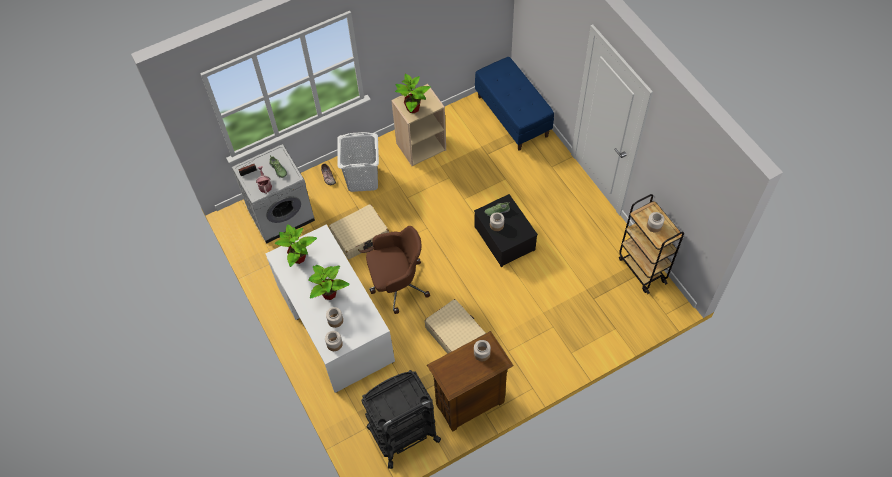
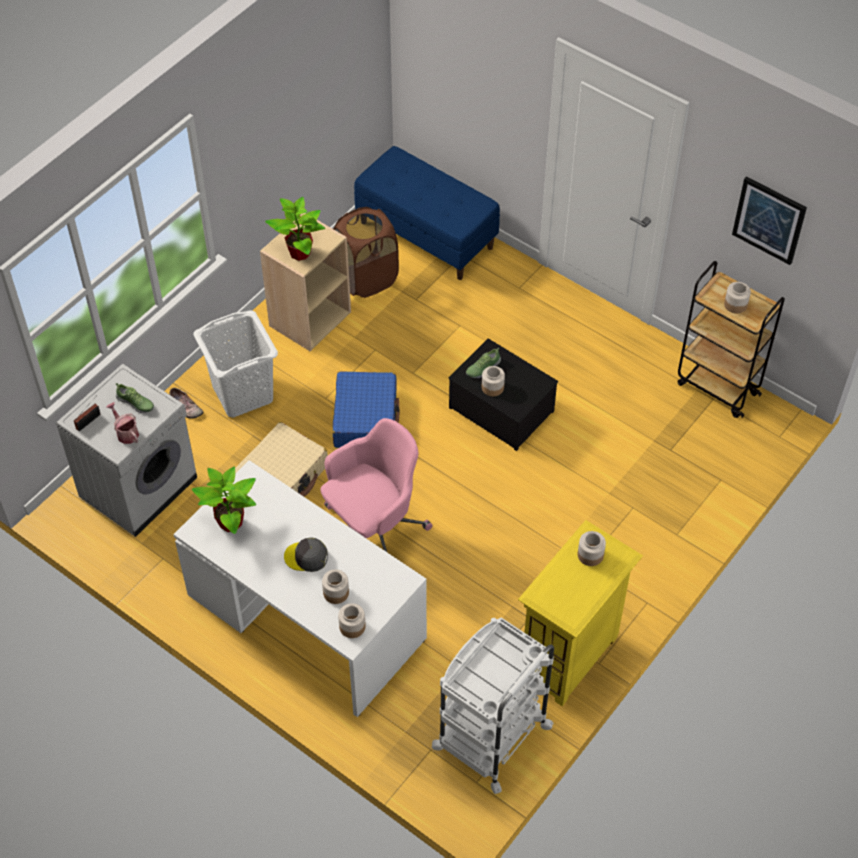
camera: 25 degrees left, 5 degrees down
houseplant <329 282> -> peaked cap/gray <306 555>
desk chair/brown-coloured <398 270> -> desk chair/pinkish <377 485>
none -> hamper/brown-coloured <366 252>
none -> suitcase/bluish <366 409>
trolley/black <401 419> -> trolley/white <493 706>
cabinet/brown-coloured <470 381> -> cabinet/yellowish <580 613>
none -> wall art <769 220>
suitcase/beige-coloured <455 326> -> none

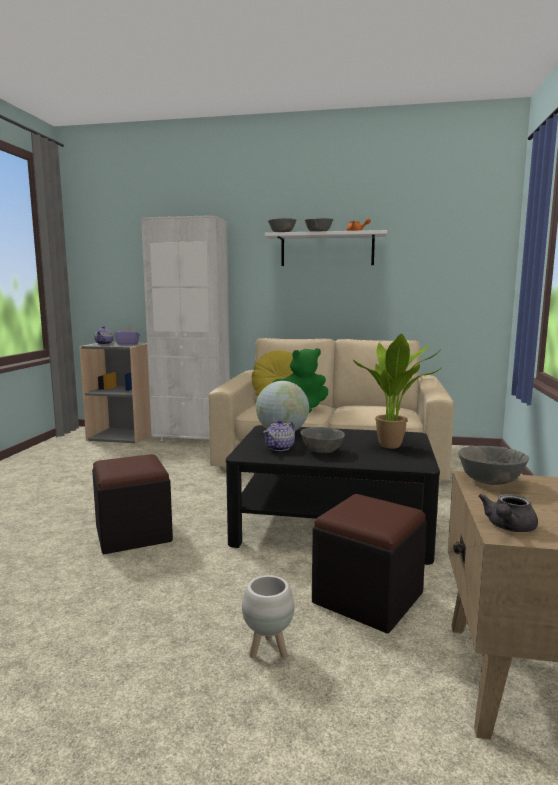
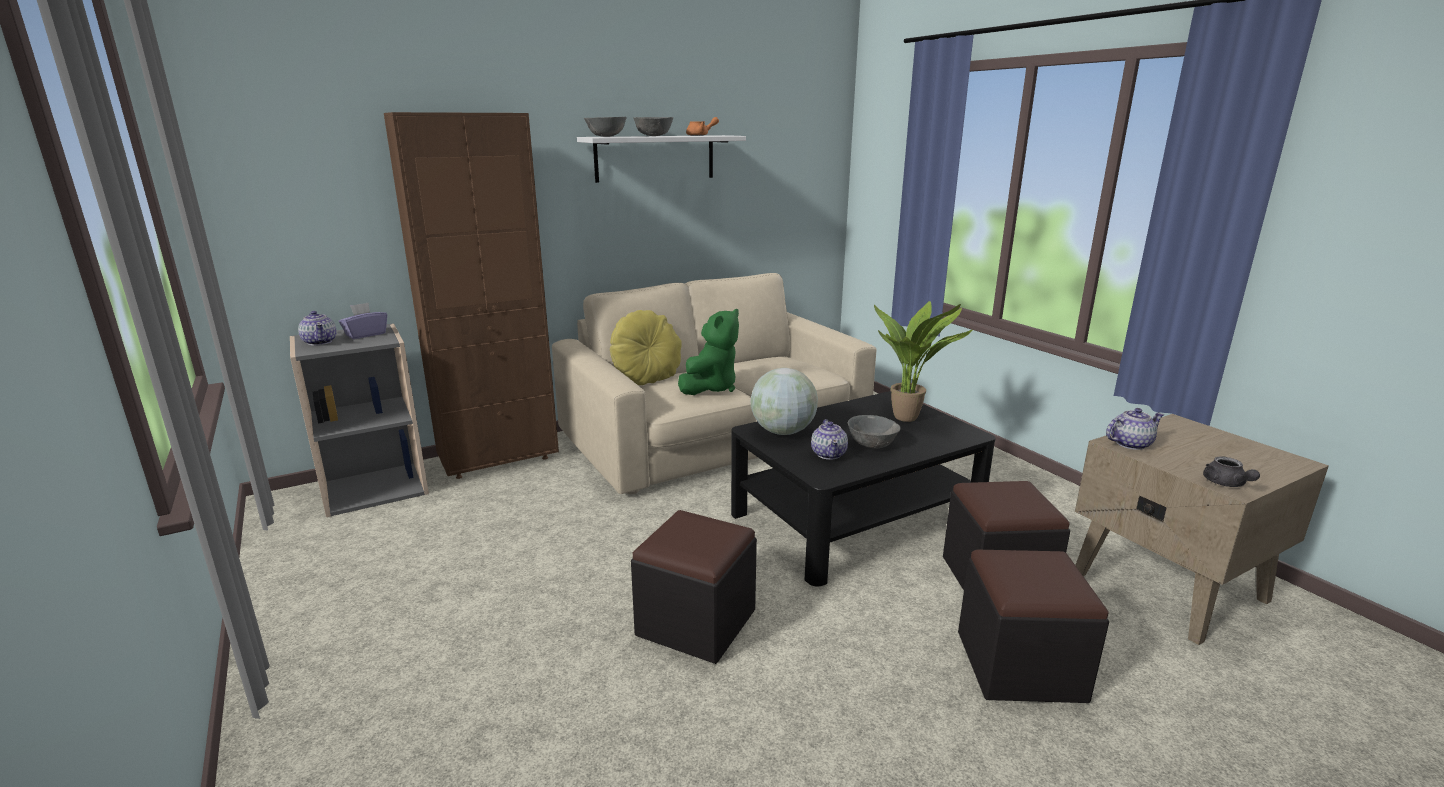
camera: 40 degrees left, 10 degrees up
cabinet/white <185 328> -> cabinet/brown-coloured <471 295>
plant pot/white <268 616> -> ottoman/black <1033 626>
bowl/gray <493 465> -> tea pot <1135 429>

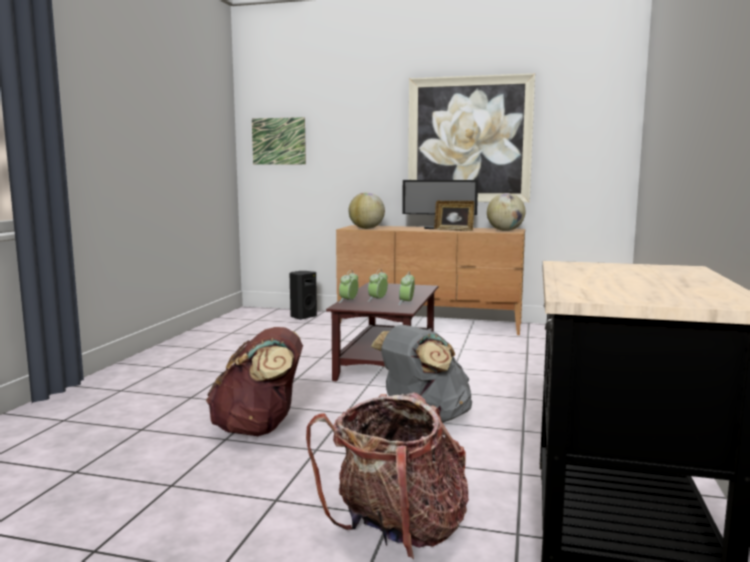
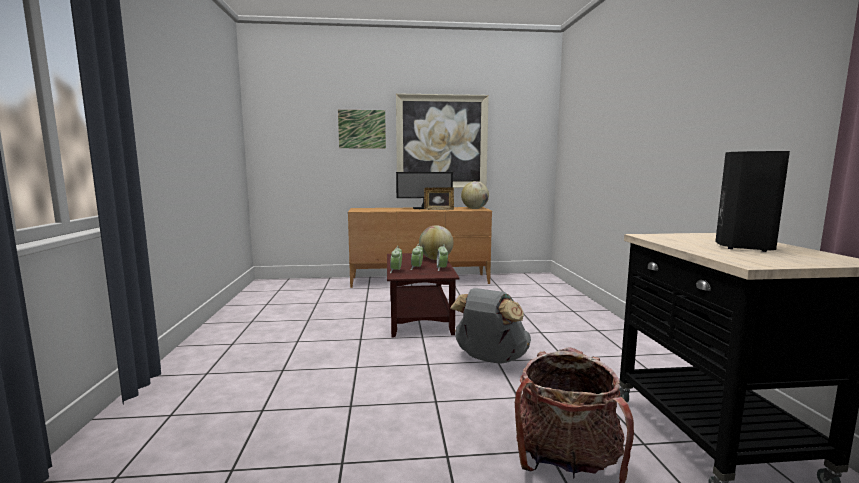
camera: 20 degrees left, 0 degrees up
wall art <279 141> -> wall art <362 129>, relocated
world globe <367 210> -> world globe <436 242>, relocated
loudspeaker/black <303 295> -> loudspeaker/black <752 201>, relocated
rucksack/brown-coloured <254 381> -> none

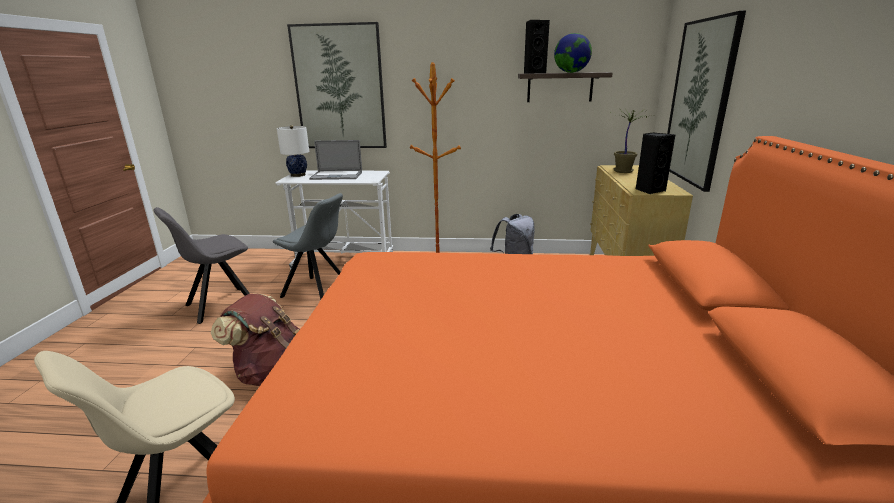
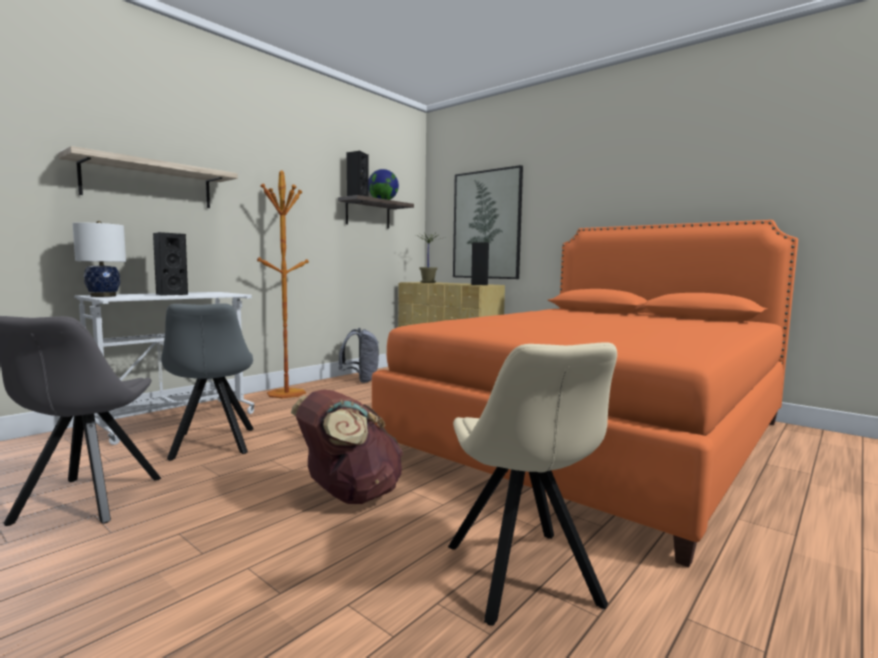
camera: 55 degrees left, 15 degrees down
wall art <337 85> -> shelf <148 177>
notebook computer <335 160> -> loudspeaker/black <170 264>
plain chair/gray <308 246> -> plain chair/gray <207 382>, 105 degrees clockwise

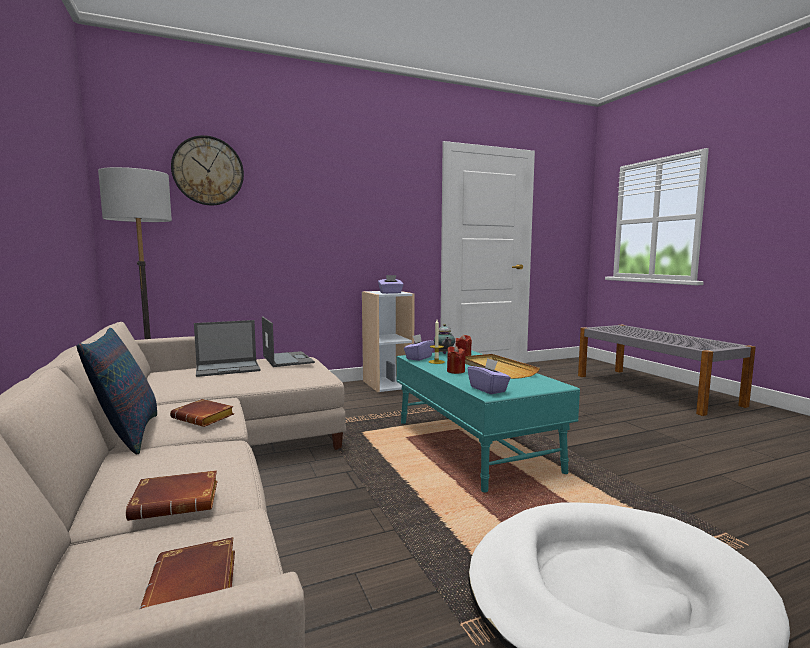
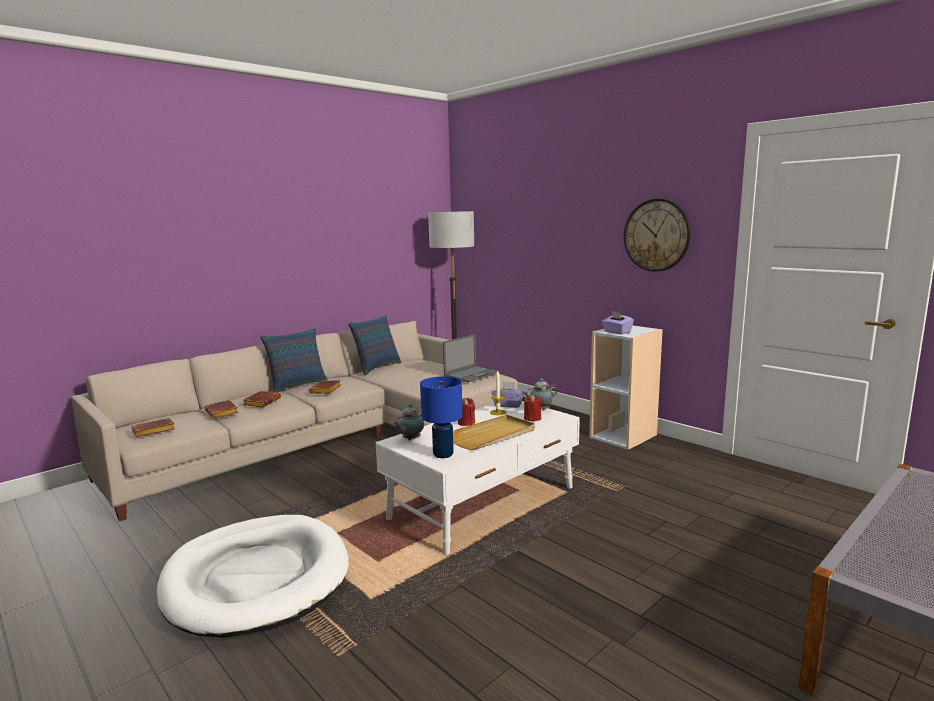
camera: 70 degrees right, 5 degrees up
none -> bound book/brown-coloured <262 399>
none -> throw pillow/bluish <374 345>
low table/turquoise-coloured <488 421> -> low table/white <477 478>
box of tissues/purple-coloured <489 376> -> tea pot <408 422>
none -> table lamp/bluish <441 417>
hanging clock <207 170> -> hanging clock <657 235>, relocated
notebook computer <227 348> -> none

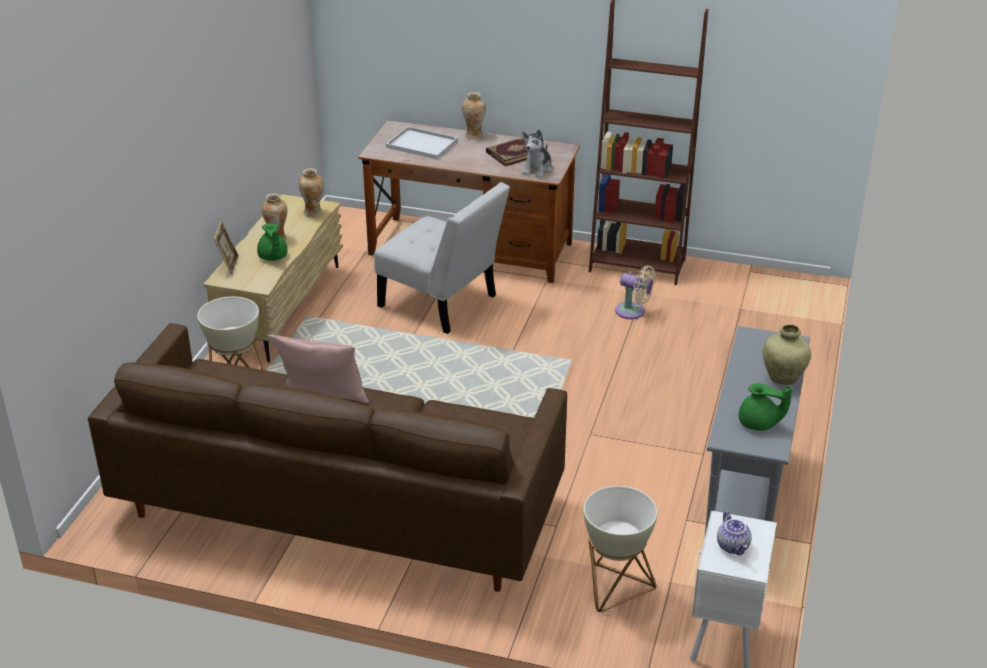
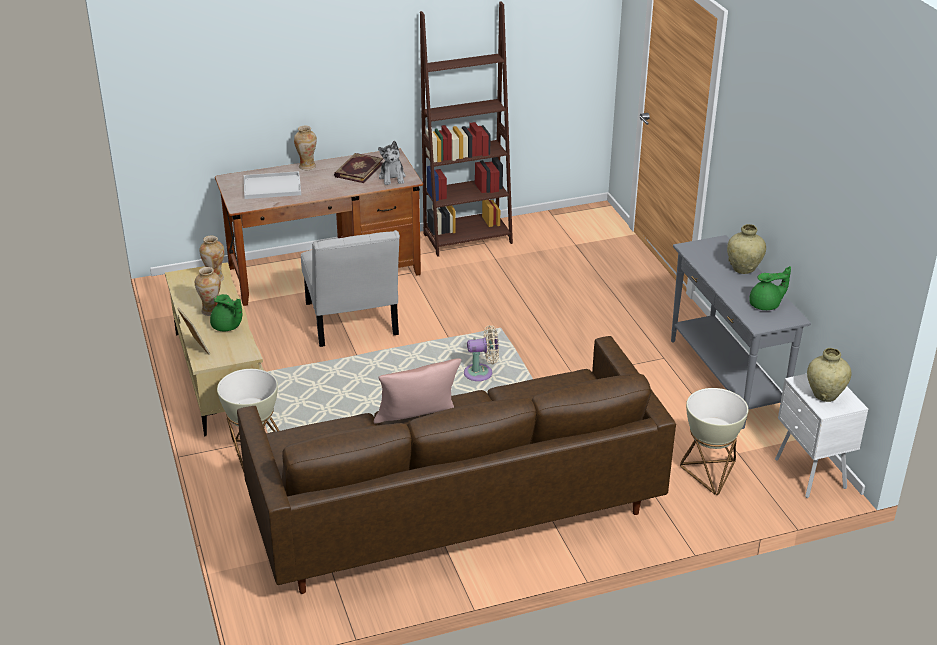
camera: 35 degrees left, 0 degrees up
plain chair/white <442 258> -> plain chair/white <350 288>, 75 degrees clockwise
electric fan/beige-coloured <635 292> -> electric fan/beige-coloured <481 353>, relocated
tea pot <734 533> -> decorative vase/beige-coloured <829 375>

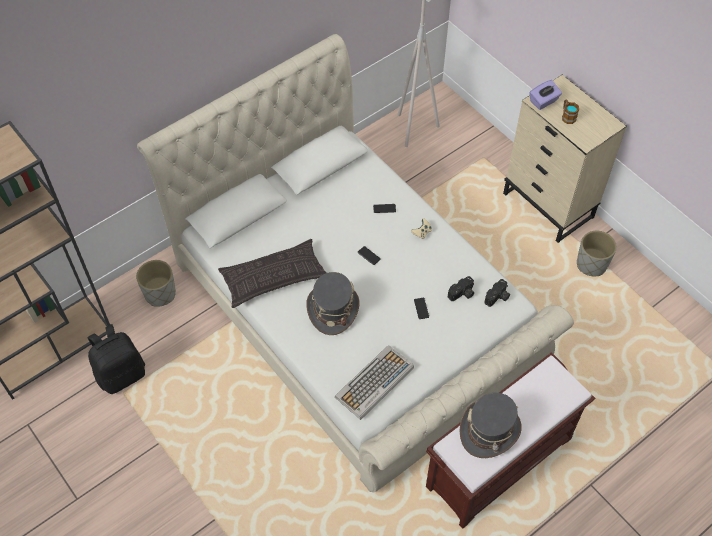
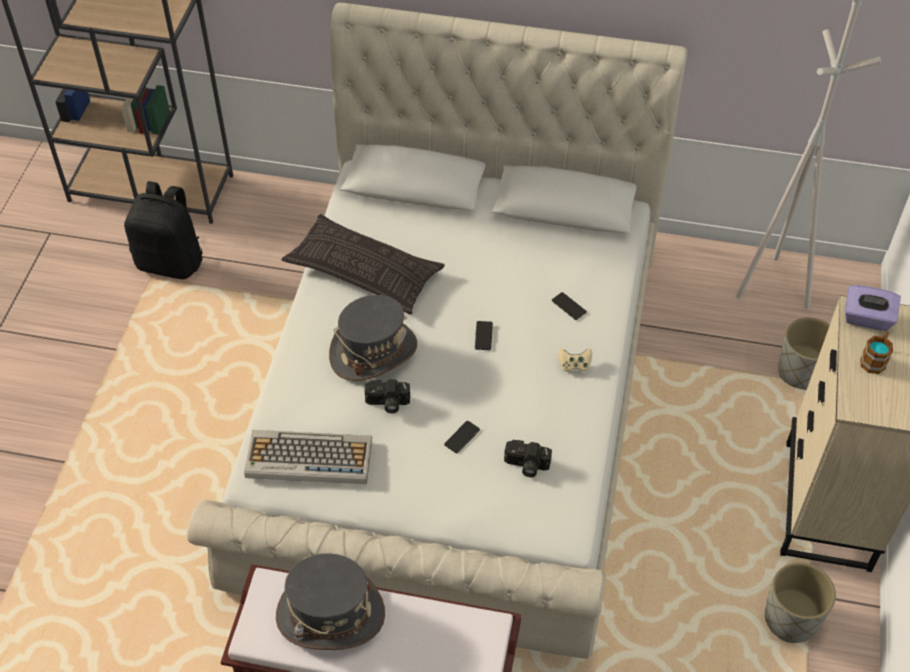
camera: 50 degrees right, 5 degrees down
photo camera <497 293> -> photo camera <387 396>, relocated
plant pot/gray <156 283> -> plant pot/gray <804 353>, relocated

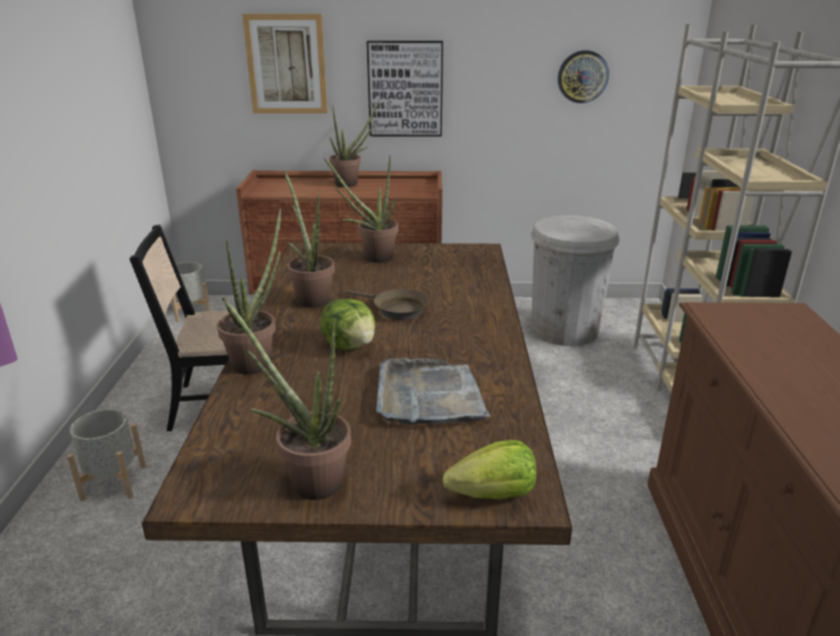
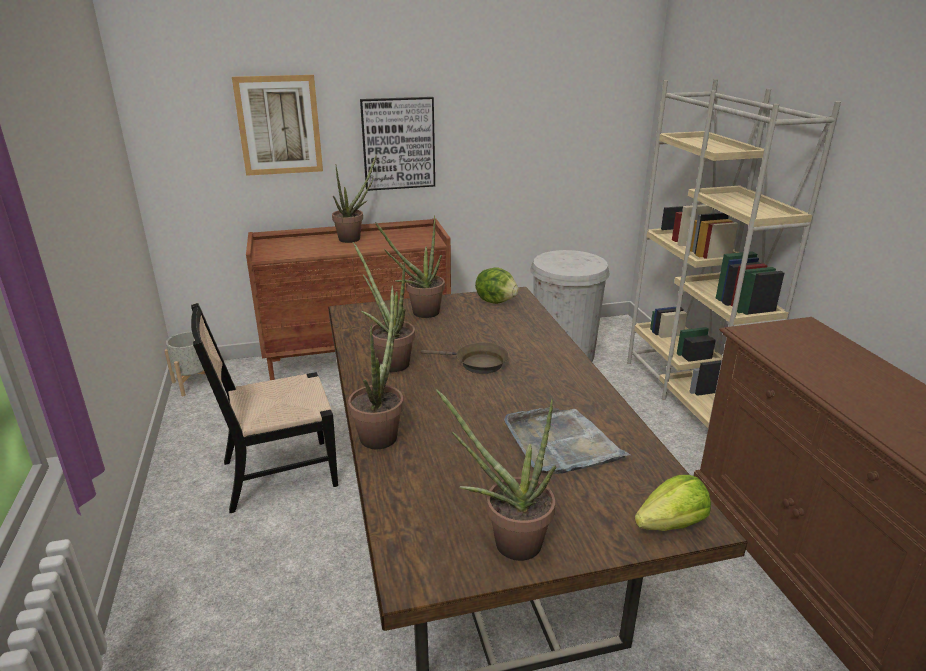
camera: 15 degrees left, 0 degrees up
lettuce head <347 324> -> lettuce head <497 286>, relocated
plant pot/gray <106 455> -> none
hanging clock <583 76> -> none

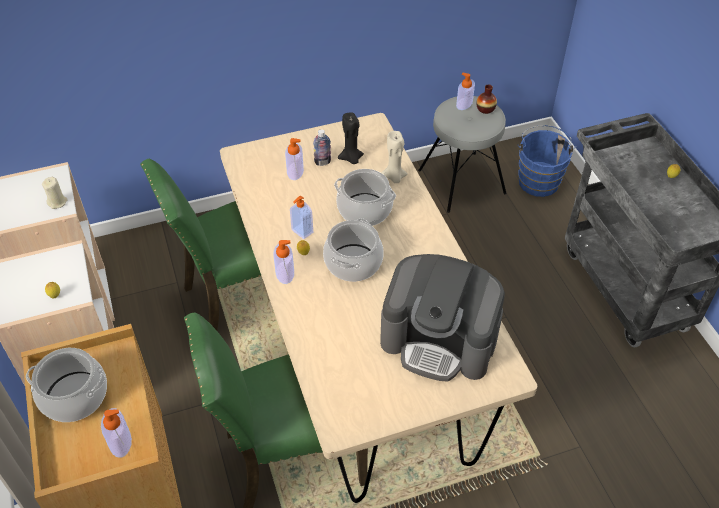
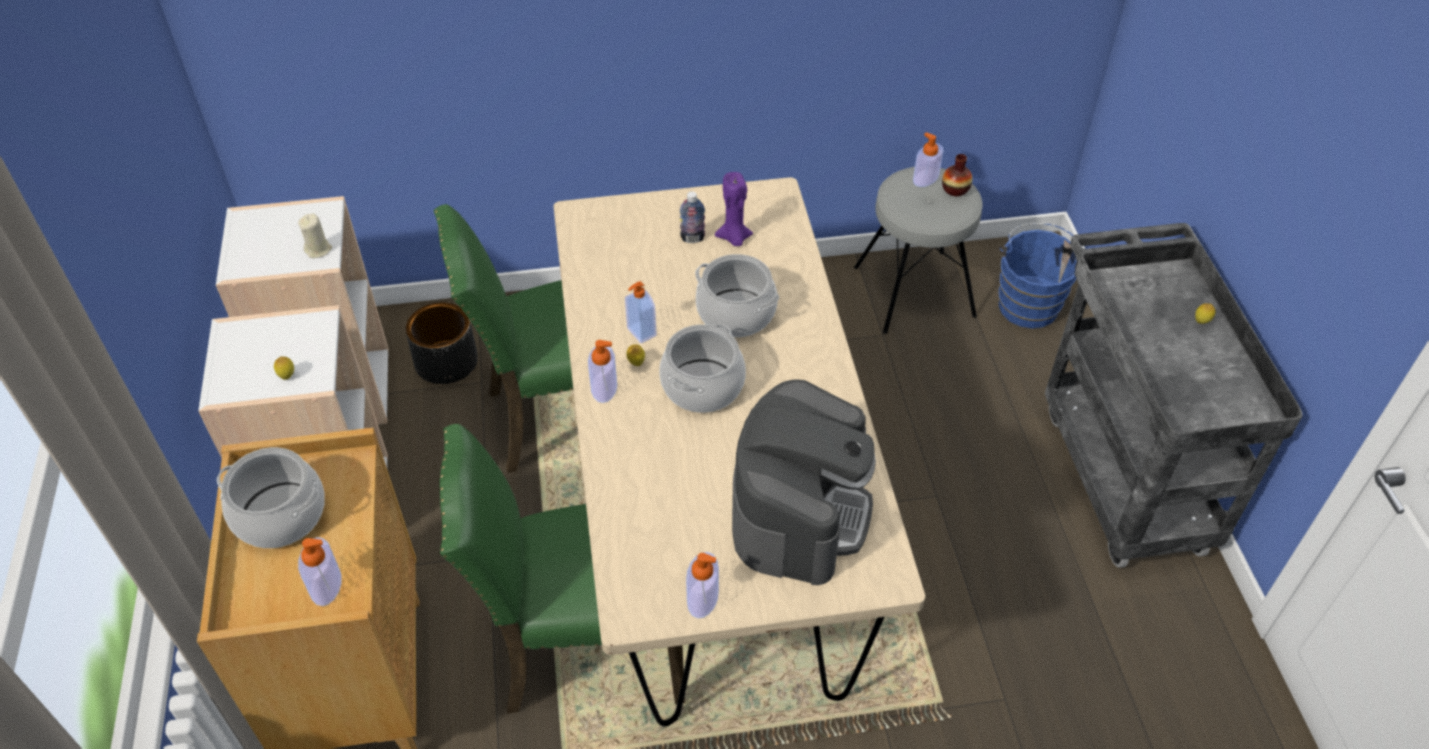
camera: 10 degrees right, 0 degrees up
none -> plant pot/black <441 343>
soap dispenser <294 159> -> soap dispenser <702 585>, relocated
wax candle/black <351 138> -> wax candle/purple-coloured <734 209>
coffee machine <442 318> -> coffee machine <804 482>, 105 degrees counterclockwise
wax candle/beige-coloured <394 157> -> none

